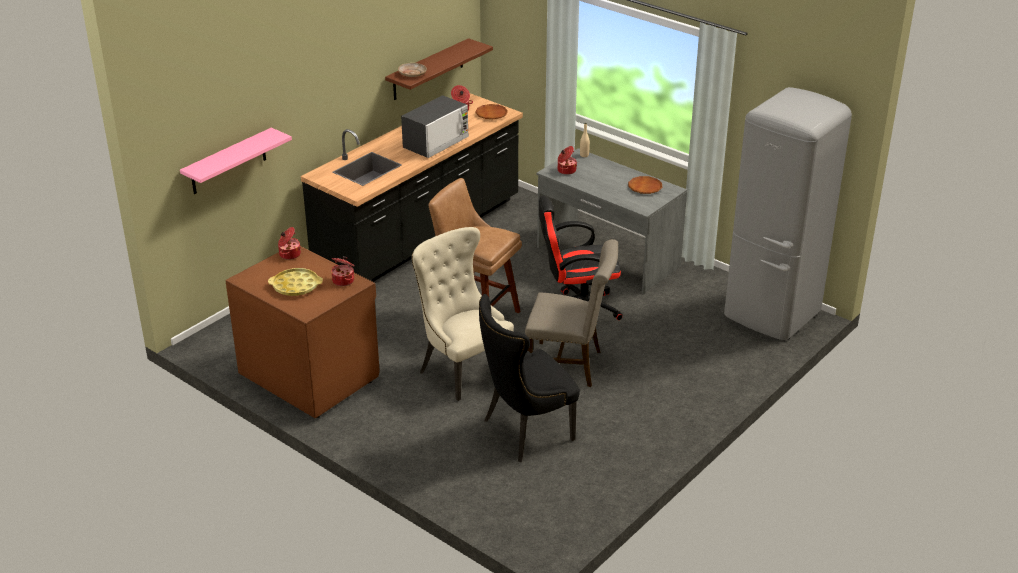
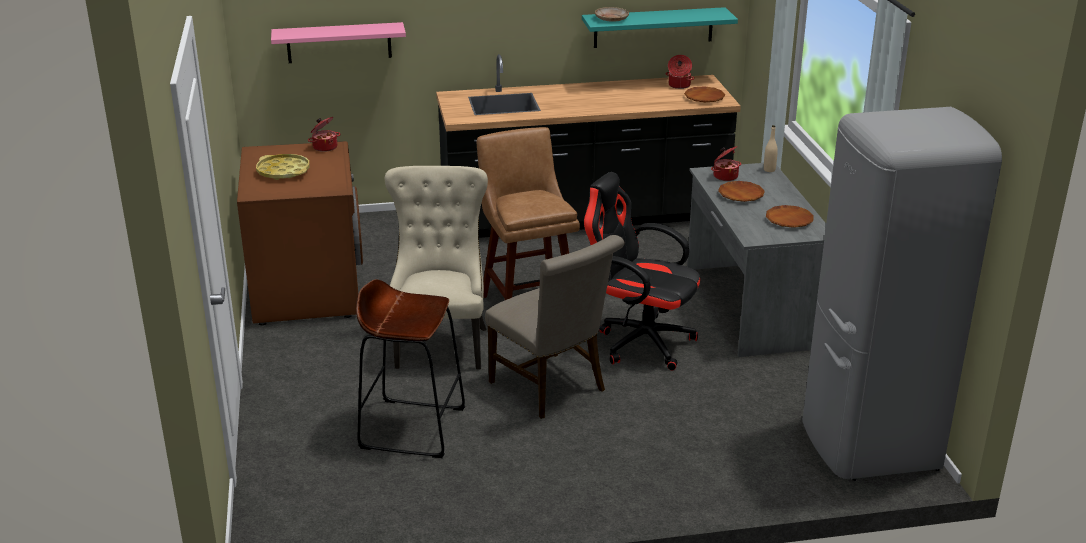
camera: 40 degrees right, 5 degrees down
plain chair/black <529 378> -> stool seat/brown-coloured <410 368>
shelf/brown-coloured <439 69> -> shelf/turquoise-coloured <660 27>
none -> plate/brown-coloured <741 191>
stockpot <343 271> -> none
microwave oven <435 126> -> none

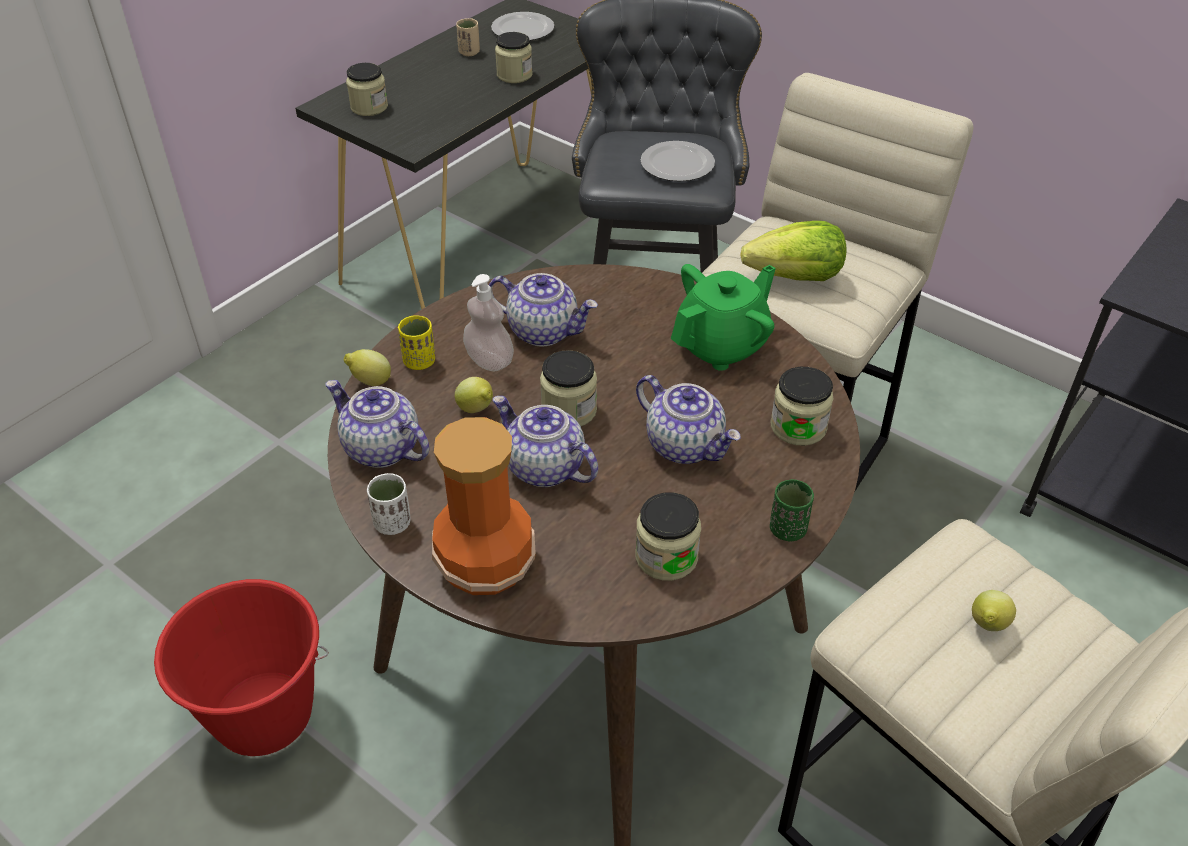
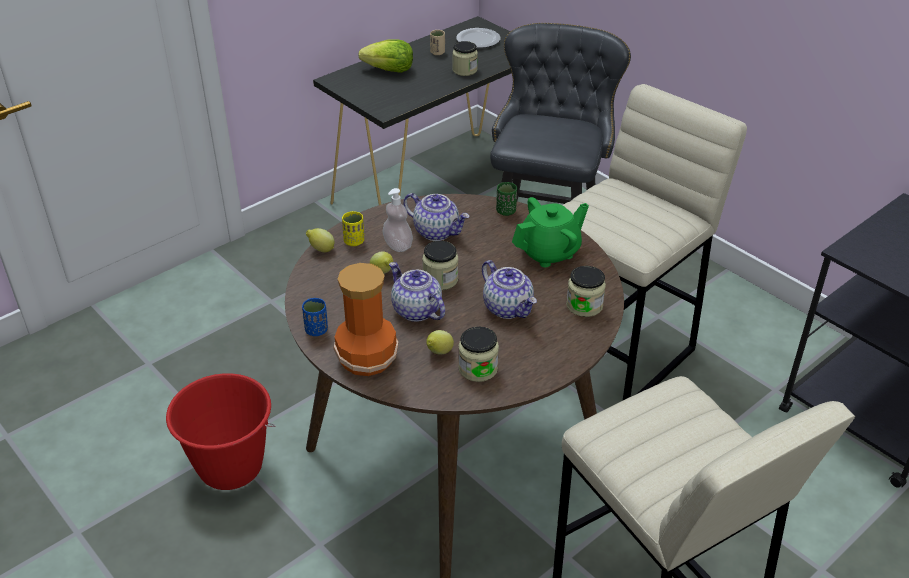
camera: 10 degrees right, 5 degrees down
cup/white <388 504> -> cup/bluish <315 317>
lettuce head <793 251> -> lettuce head <385 56>, relocated
lemon <994 610> -> lemon <440 342>, relocated
cup/greenish <792 510> -> cup/greenish <506 199>, relocated
tea pot <378 424> -> none
storage jar <367 89> -> none
plate <678 161> -> none

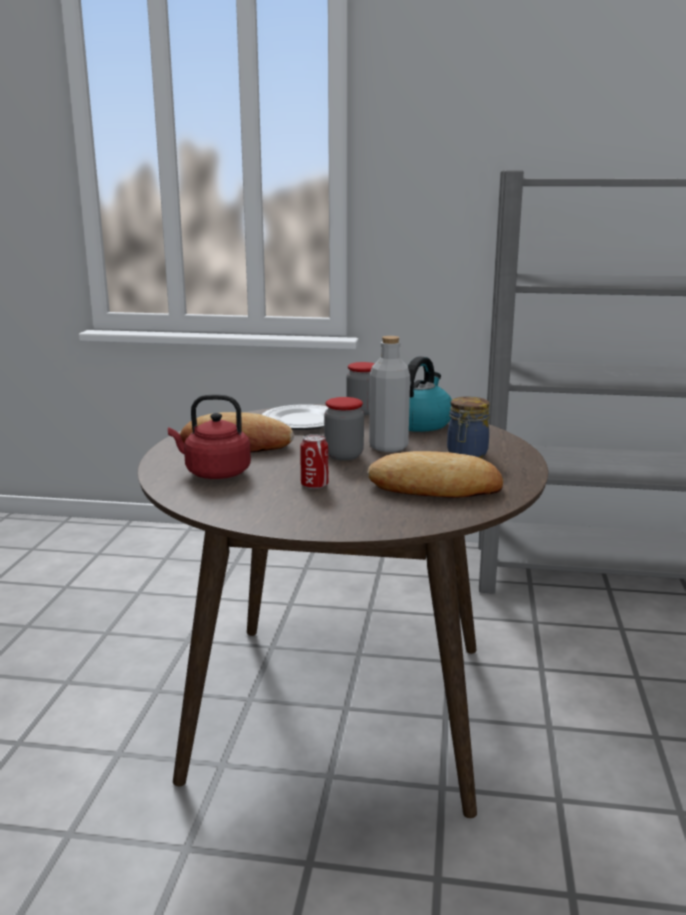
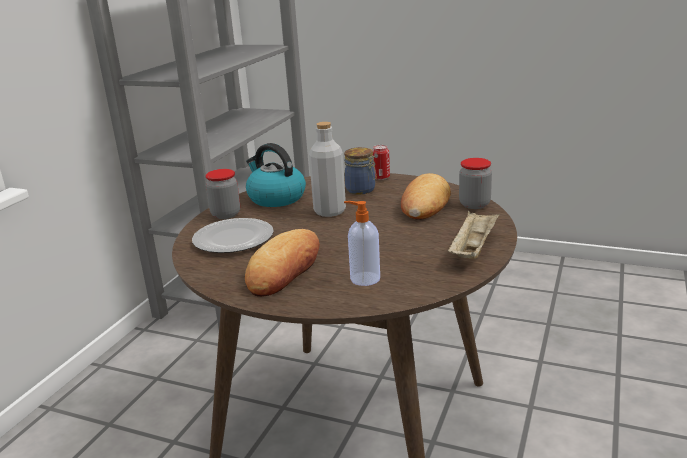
camera: 75 degrees left, 5 degrees up
kettle/red-coloured <209 437> -> soap dispenser <362 243>
can <314 461> -> can <381 162>, relocated
none -> tray/beige-coloured <474 235>
storage jar <344 428> -> storage jar <475 183>, relocated

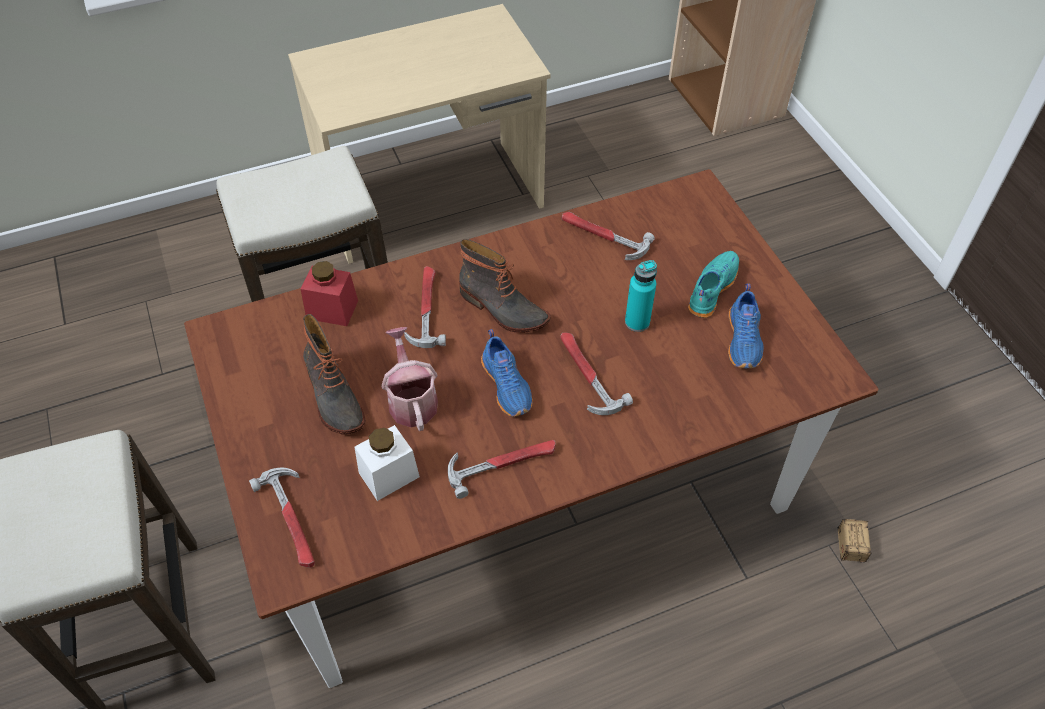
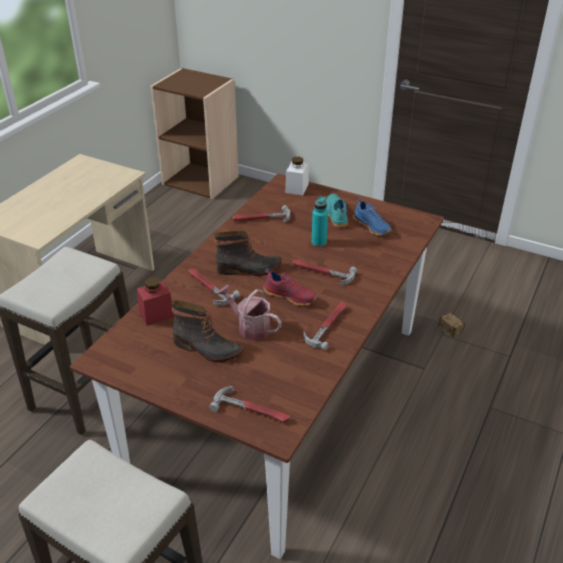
camera: 40 degrees left, 15 degrees down
low shoe/bluish <507 373> -> low shoe/red-coloured <290 287>
storage jar/white <387 463> -> storage jar/white <297 176>, relocated

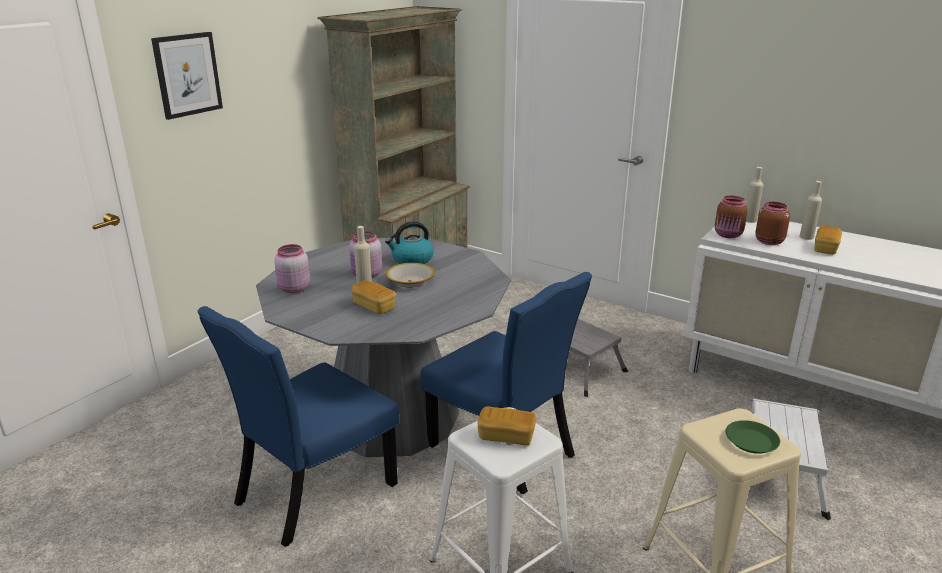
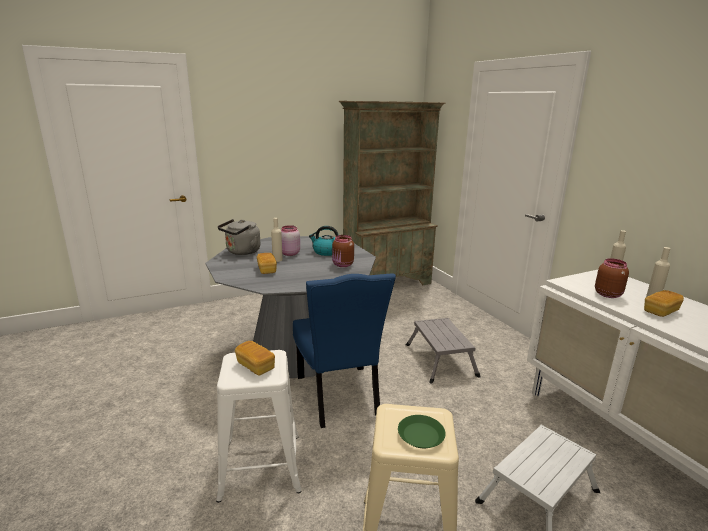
camera: 30 degrees right, 5 degrees down
storage jar/pinkish <292 268> -> kettle/gray <239 237>
storage jar/brown-coloured <731 217> -> storage jar/brown-coloured <343 251>, relocated
wall art <187 76> -> none
plain chair/bluish <299 426> -> none
bowl <410 275> -> none

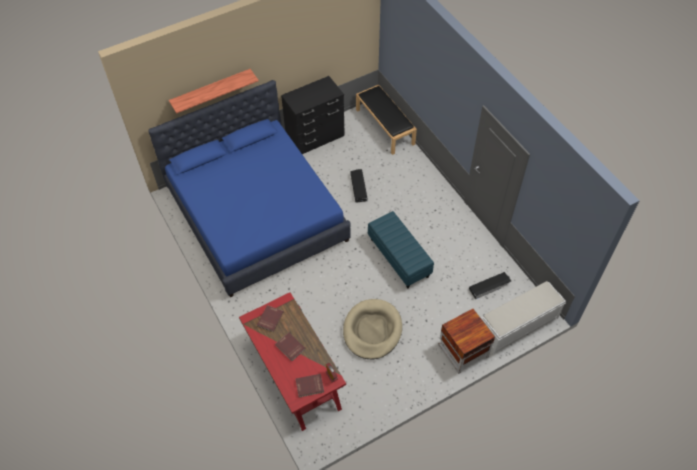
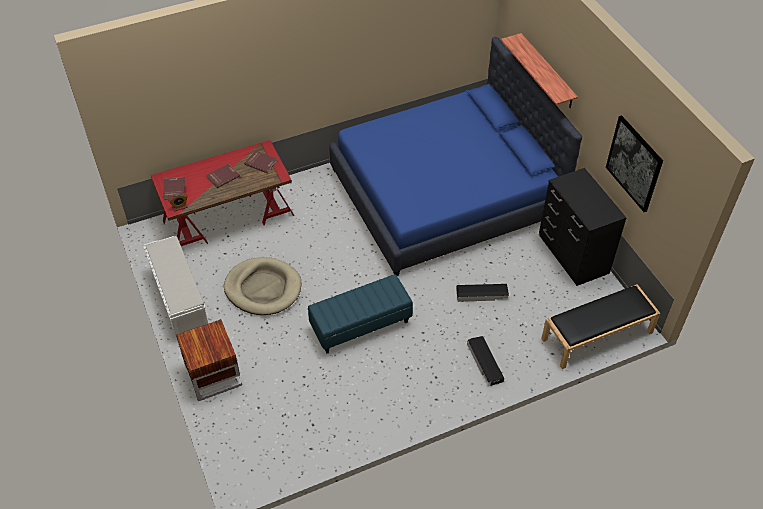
camera: 95 degrees right, 5 degrees down
indoor bench/white <523 317> -> indoor bench/white <176 288>, relocated
storage container/black <490 285> -> storage container/black <485 361>, relocated
none -> wall art <634 163>

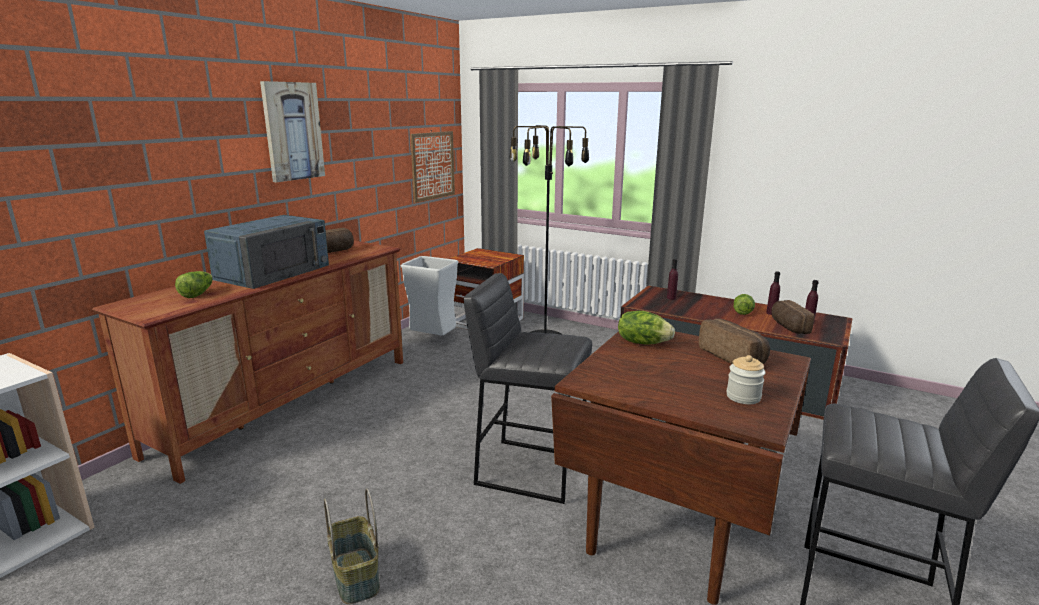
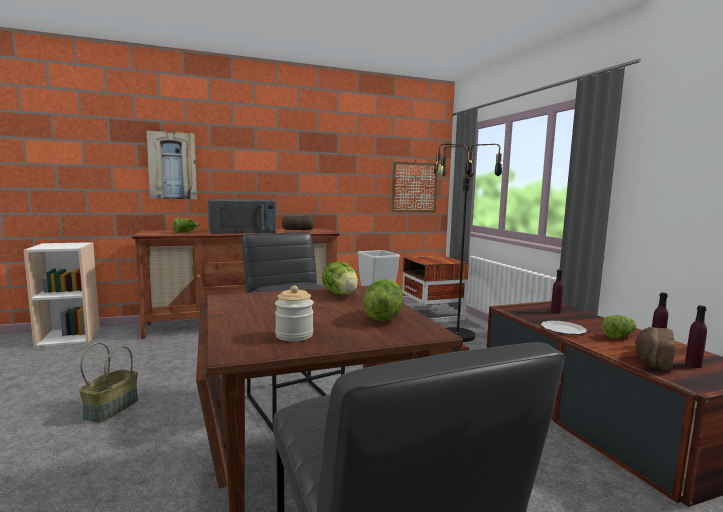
camera: 40 degrees right, 10 degrees down
wall art <292 131> -> wall art <171 165>, relocated
bread <734 341> -> lettuce head <383 300>
none -> plate <564 328>

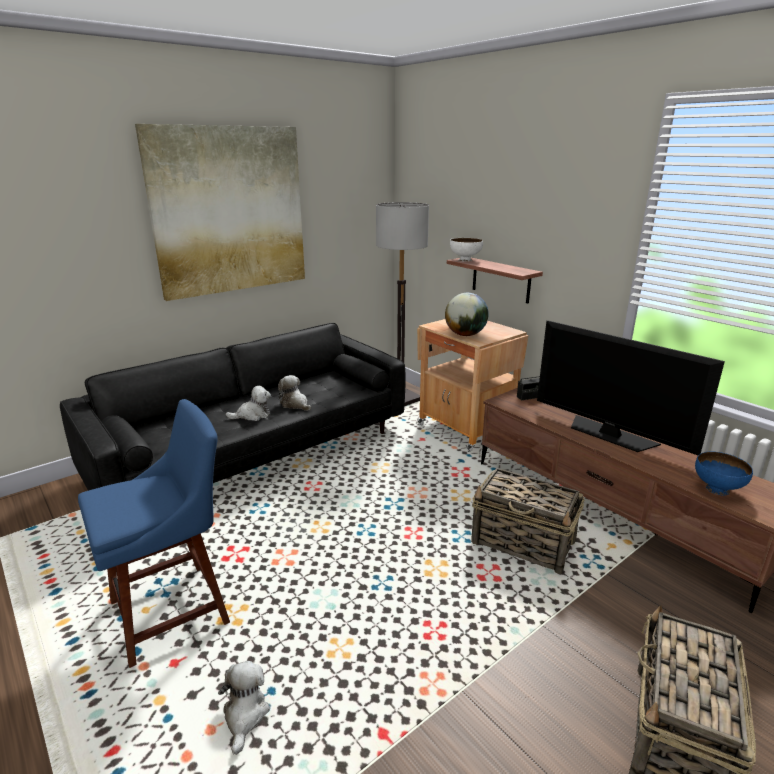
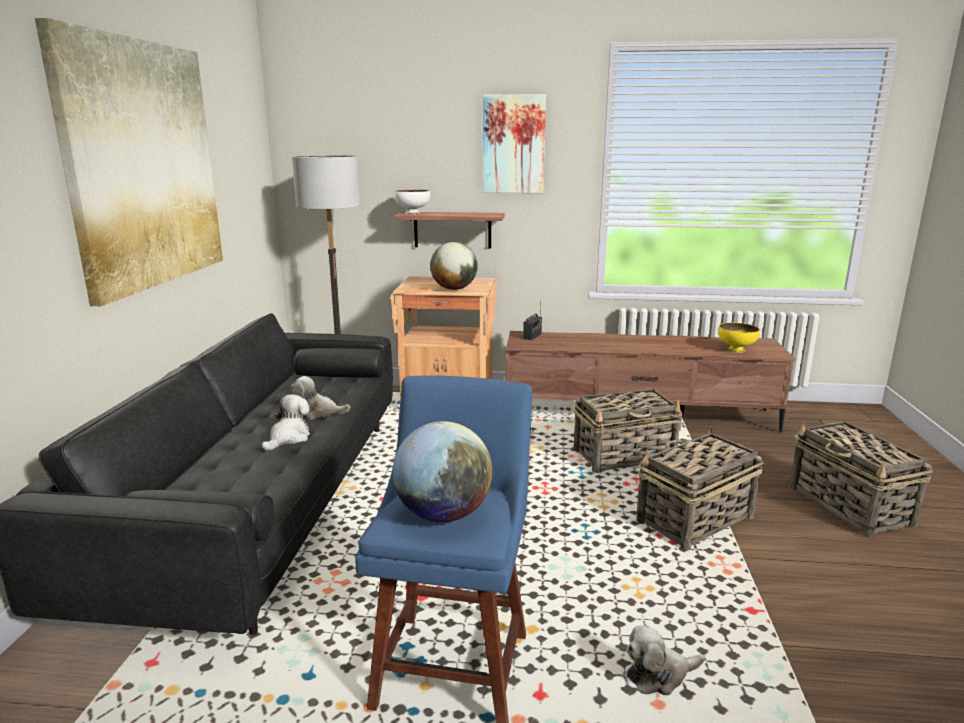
camera: 45 degrees left, 5 degrees down
none -> world globe <442 471>
none -> wall art <514 143>
plush toy <244 708> -> plush toy <665 660>, 60 degrees counterclockwise
none -> storage basket <700 488>
bowl/bluish <724 473> -> bowl/yellowish <739 337>
television <631 387> -> none

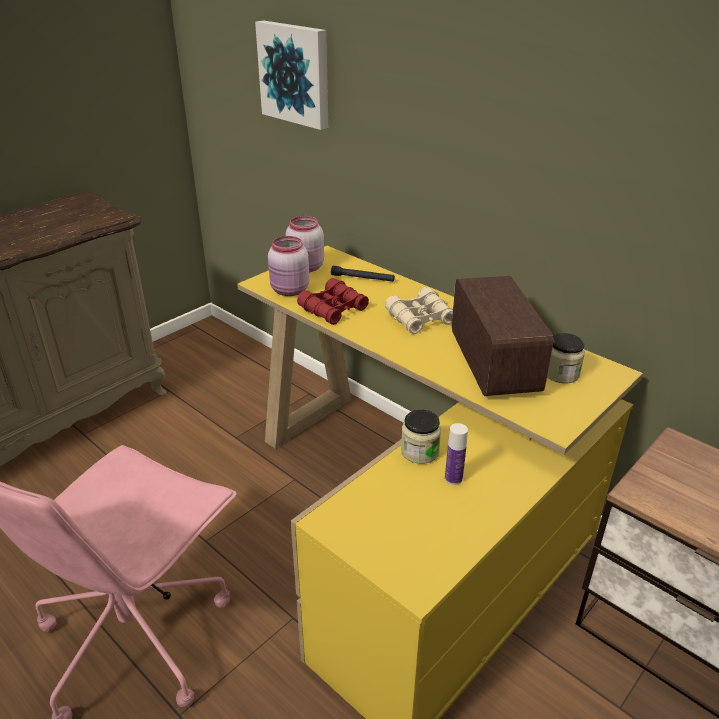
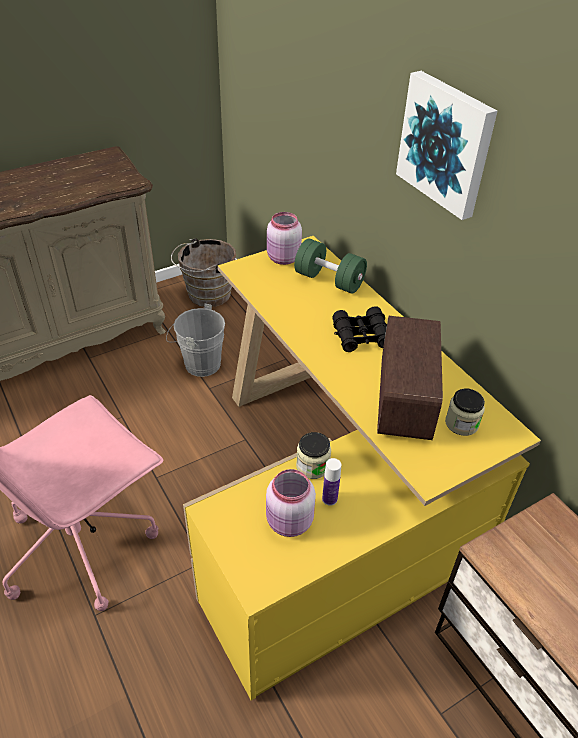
camera: 15 degrees right, 10 degrees up
none -> pail/gray <195 340>
none -> pail/brown-coloured <203 272>
storage jar/pinkish <288 266> -> storage jar/pinkish <291 503>, relocated
hand torch/black <363 274> -> dumbbell/greenish <330 266>
pair of binoculars/beige-coloured <419 310> -> pair of binoculars/black <359 329>
wall art <291 75> -> wall art <446 145>, relocated
pair of binoculars/red-coloured <333 301> -> none

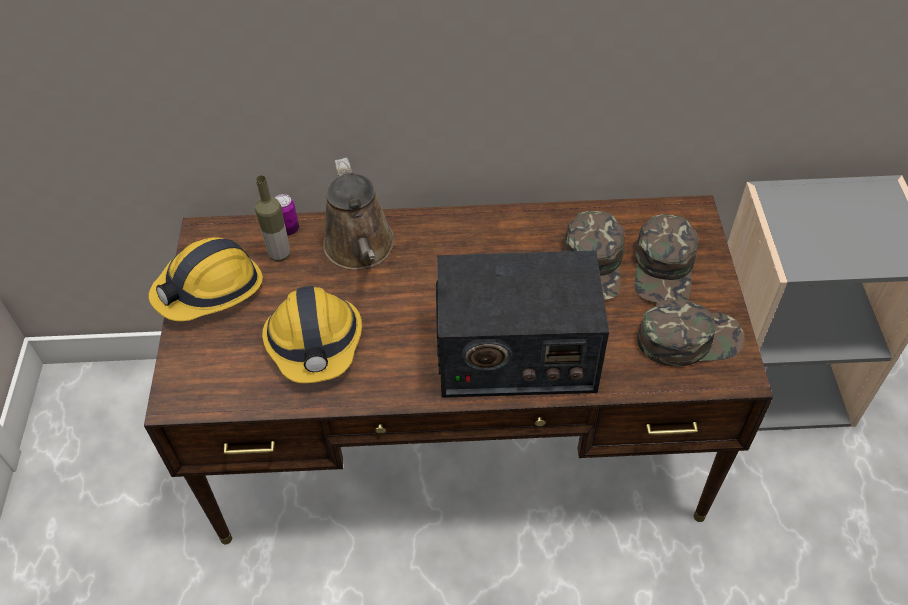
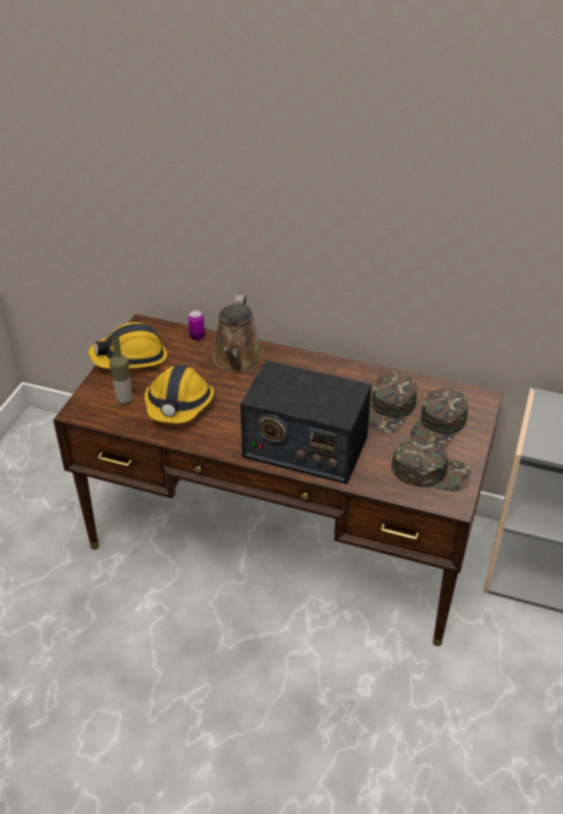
camera: 20 degrees right, 10 degrees down
beverage bottle <272 218> -> beverage bottle <121 371>, relocated

